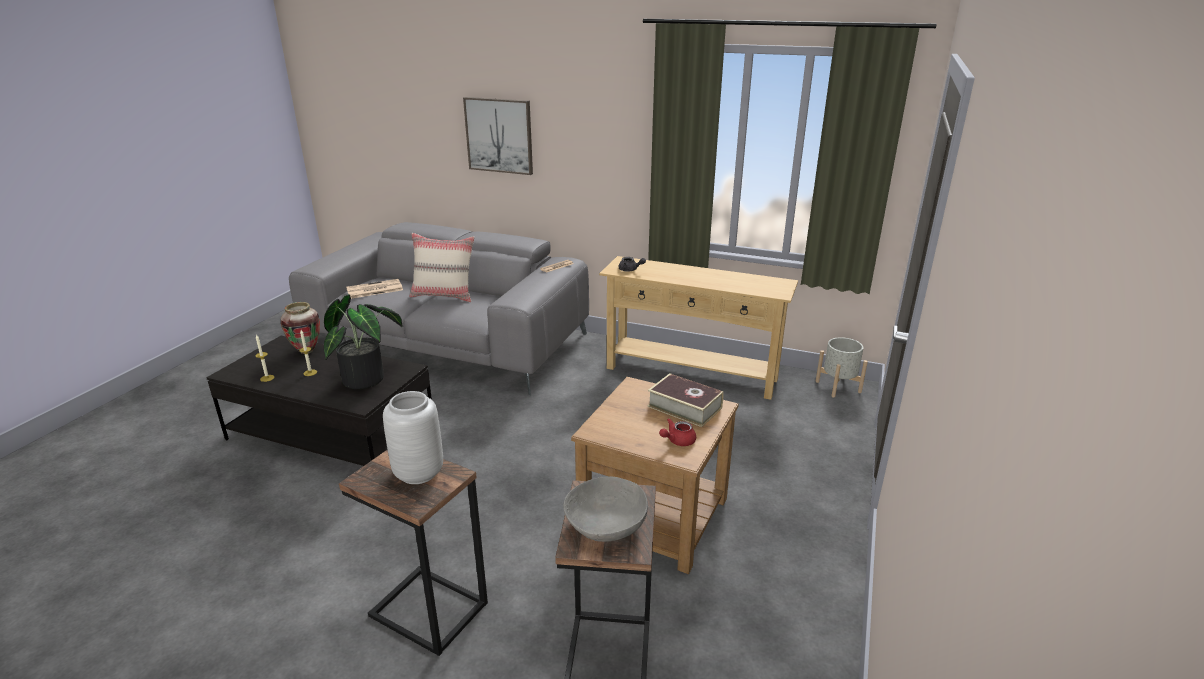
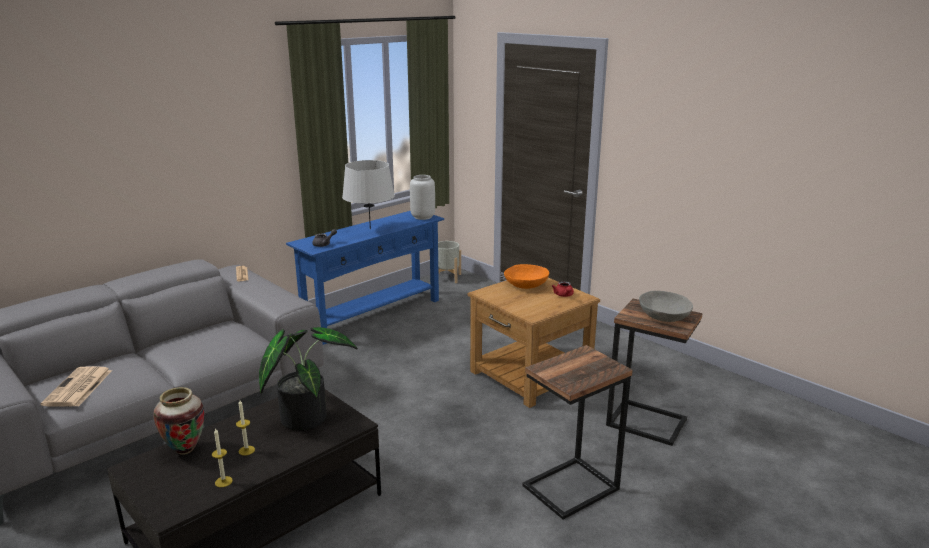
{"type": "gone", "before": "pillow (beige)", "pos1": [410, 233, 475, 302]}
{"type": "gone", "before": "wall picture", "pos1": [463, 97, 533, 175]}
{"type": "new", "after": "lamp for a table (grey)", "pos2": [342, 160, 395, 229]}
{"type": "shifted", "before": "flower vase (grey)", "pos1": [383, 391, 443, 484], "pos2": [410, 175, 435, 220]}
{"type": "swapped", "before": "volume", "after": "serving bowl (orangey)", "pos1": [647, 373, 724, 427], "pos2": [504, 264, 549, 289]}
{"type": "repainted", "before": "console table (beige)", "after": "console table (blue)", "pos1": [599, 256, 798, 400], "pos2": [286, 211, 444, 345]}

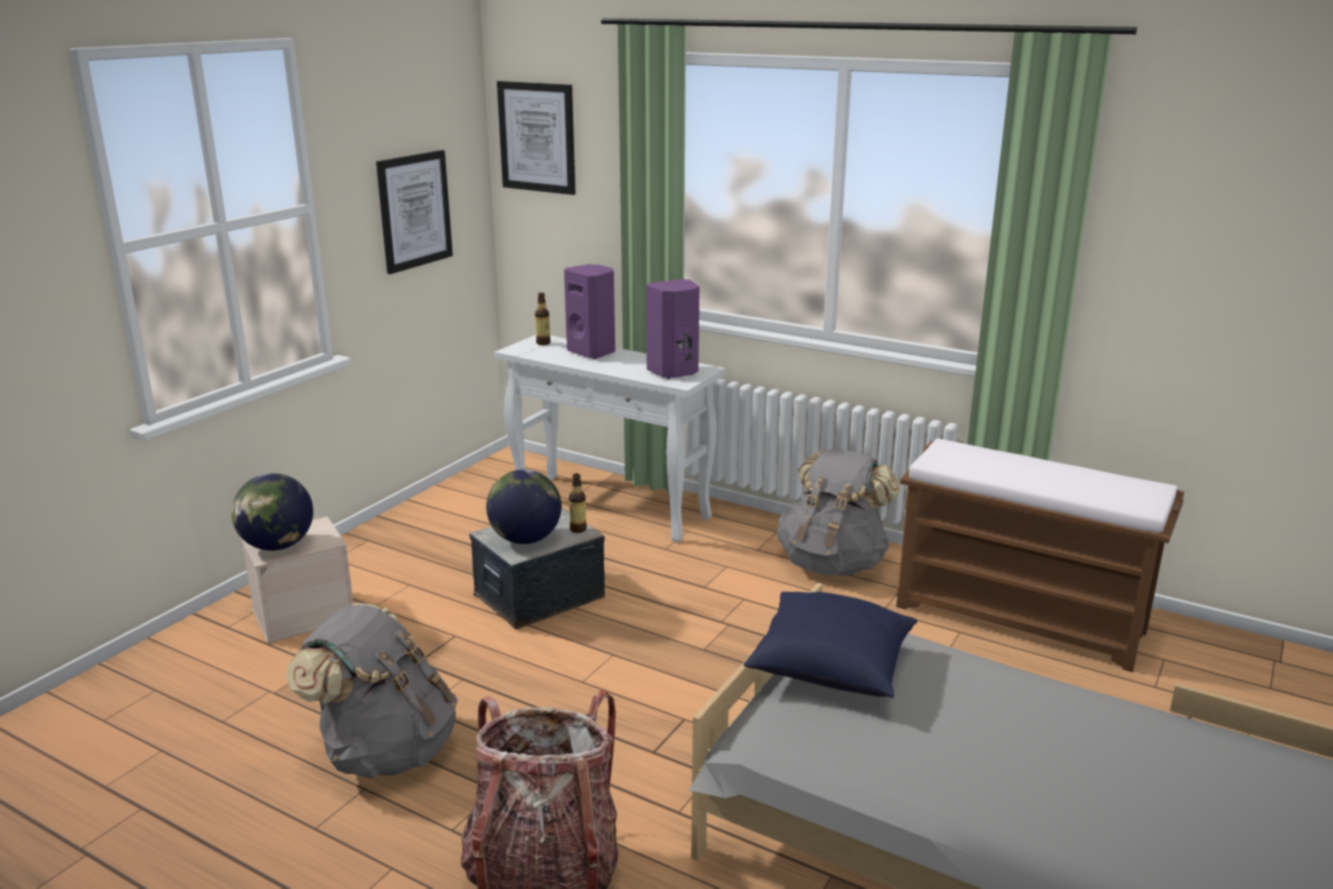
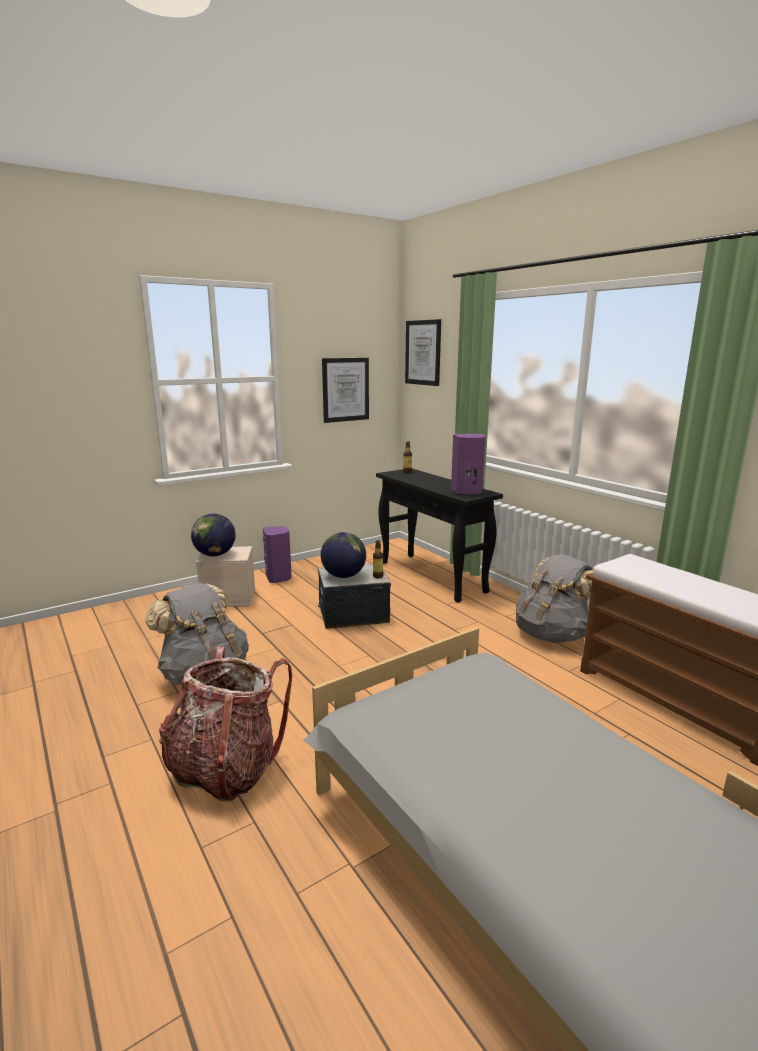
{"type": "gone", "before": "pillow (blue)", "pos1": [744, 592, 917, 698]}
{"type": "shifted", "before": "audio speaker (purple-coloured)", "pos1": [564, 264, 615, 359], "pos2": [263, 526, 292, 583]}
{"type": "repainted", "before": "console table (whitish)", "after": "console table (black)", "pos1": [494, 335, 726, 543], "pos2": [376, 469, 503, 603]}

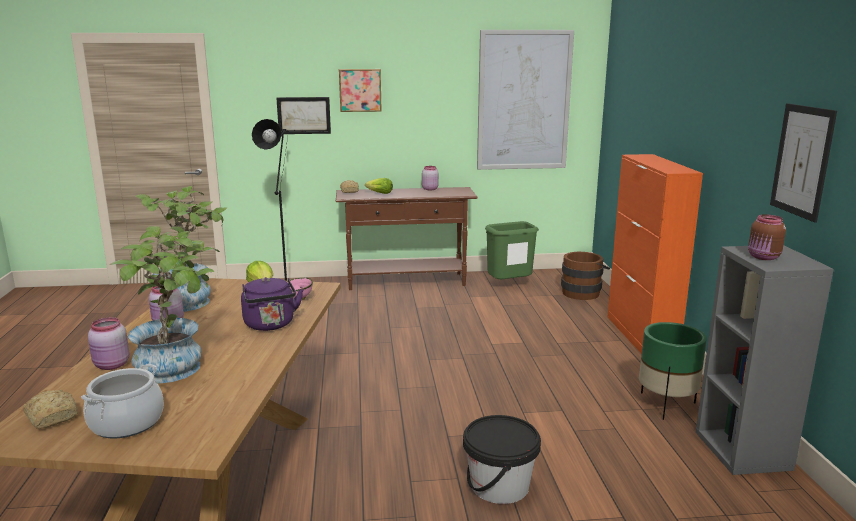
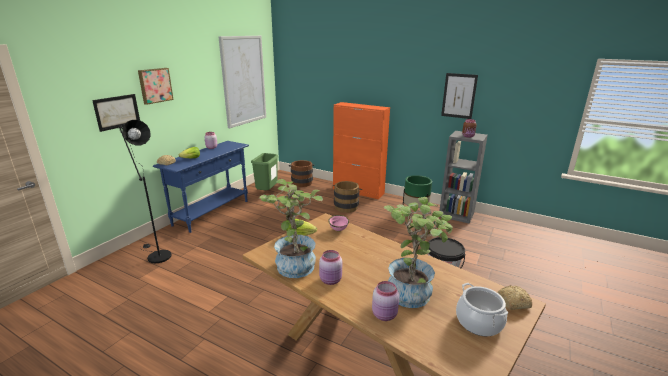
{"type": "gone", "before": "kettle (purple-coloured)", "pos1": [241, 277, 303, 331]}
{"type": "new", "after": "water bucket (brownish)", "pos2": [333, 181, 362, 213]}
{"type": "shifted", "before": "baked bread", "pos1": [23, 389, 78, 429], "pos2": [497, 285, 532, 310]}
{"type": "repainted", "before": "console table (brownish)", "after": "console table (blue)", "pos1": [336, 187, 478, 290], "pos2": [153, 141, 249, 233]}

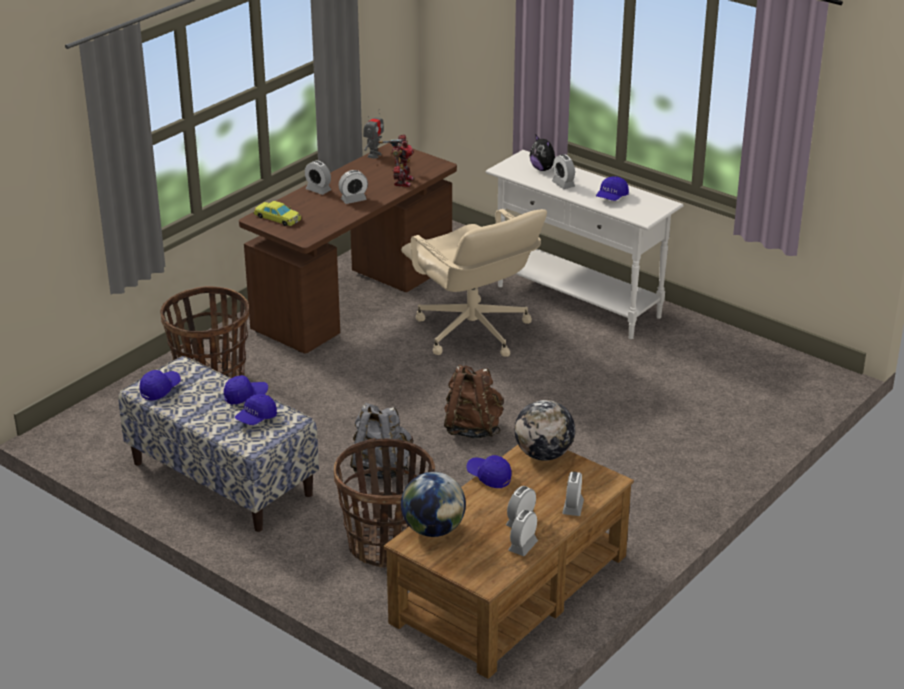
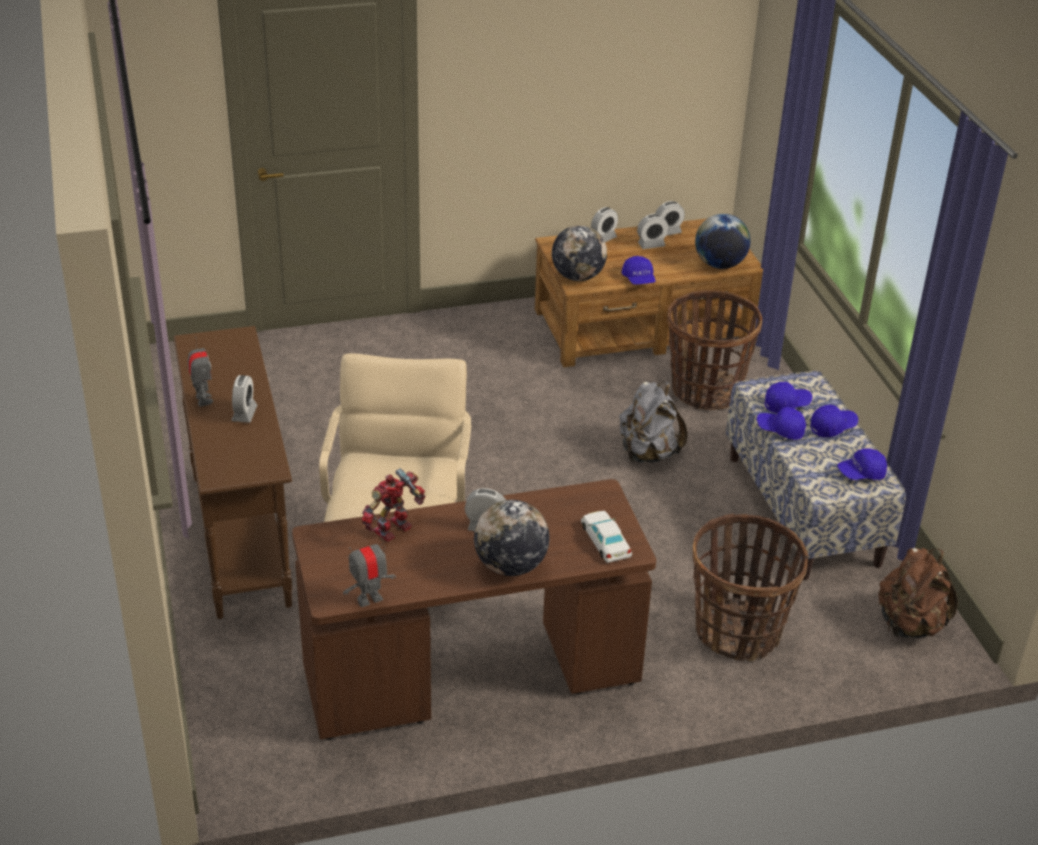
{"type": "gone", "before": "cuddly toy", "pos1": [530, 134, 555, 171]}
{"type": "new", "after": "model robot", "pos2": [188, 337, 213, 407]}
{"type": "shifted", "before": "rucksack (brownish)", "pos1": [444, 365, 504, 439], "pos2": [878, 547, 958, 638]}
{"type": "shifted", "before": "peaked cap (blue)", "pos1": [596, 176, 629, 201], "pos2": [811, 404, 858, 437]}
{"type": "swapped", "before": "bedside clock", "after": "desk globe", "pos1": [305, 160, 331, 195], "pos2": [474, 500, 549, 576]}
{"type": "repainted", "before": "miniature car (yellowish)", "after": "miniature car (whitish)", "pos1": [254, 201, 301, 226], "pos2": [581, 511, 632, 563]}
{"type": "repainted", "before": "console table (whitish)", "after": "console table (brownish)", "pos1": [485, 150, 684, 339], "pos2": [173, 326, 292, 619]}

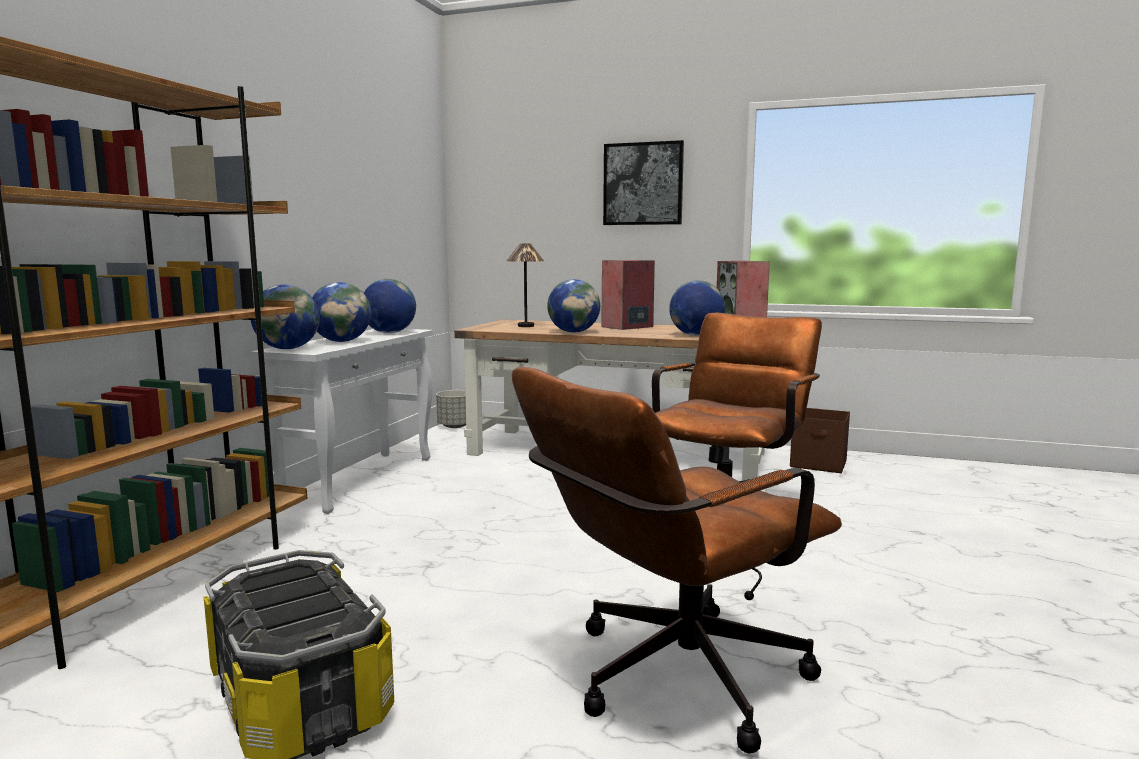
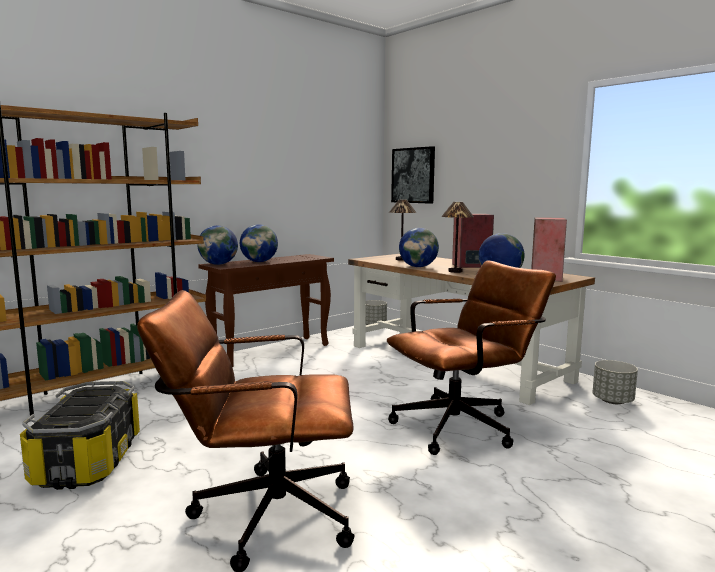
{"type": "gone", "before": "desk globe", "pos1": [364, 279, 416, 333]}
{"type": "new", "after": "lamp for a table", "pos2": [441, 202, 474, 273]}
{"type": "shifted", "before": "wall picture", "pos1": [603, 140, 684, 225], "pos2": [391, 146, 435, 204]}
{"type": "swapped", "before": "storage container (brownish)", "after": "flower pot (grey)", "pos1": [790, 408, 850, 473], "pos2": [592, 360, 638, 404]}
{"type": "repainted", "before": "console table (whitish)", "after": "console table (brownish)", "pos1": [251, 329, 433, 514], "pos2": [198, 254, 334, 367]}

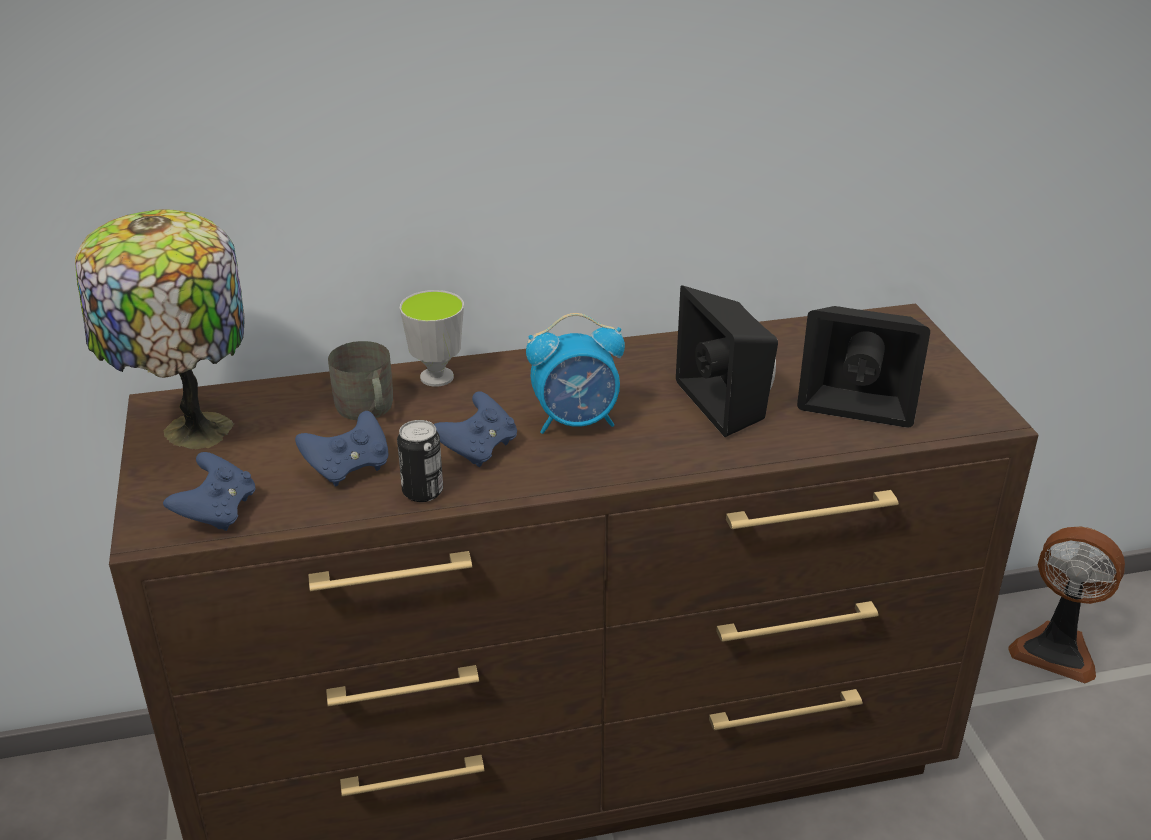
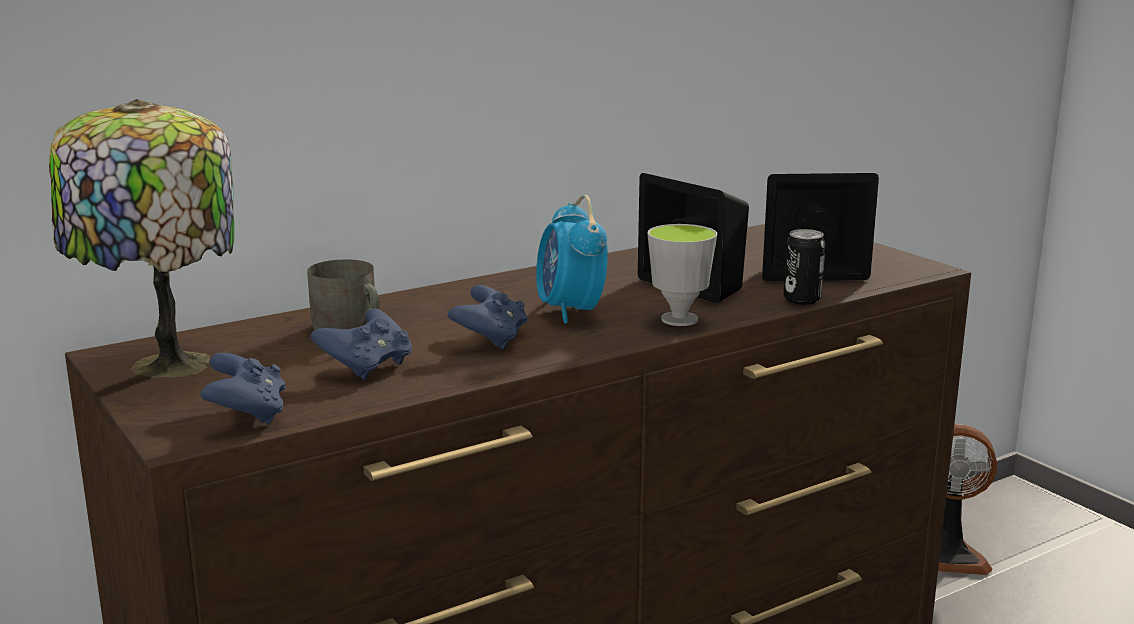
{"type": "shifted", "before": "metal can", "pos1": [397, 420, 443, 502], "pos2": [783, 229, 826, 305]}
{"type": "shifted", "before": "small cup", "pos1": [400, 290, 464, 387], "pos2": [648, 224, 717, 326]}
{"type": "rotated", "before": "bedside clock", "pos1": [526, 313, 625, 434], "pos2": [536, 195, 608, 324], "turn": 105}

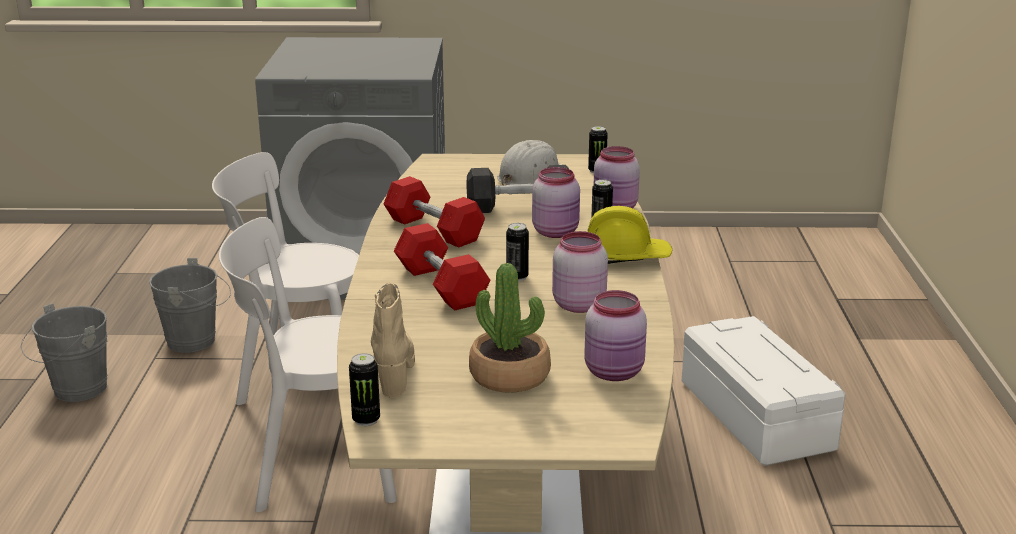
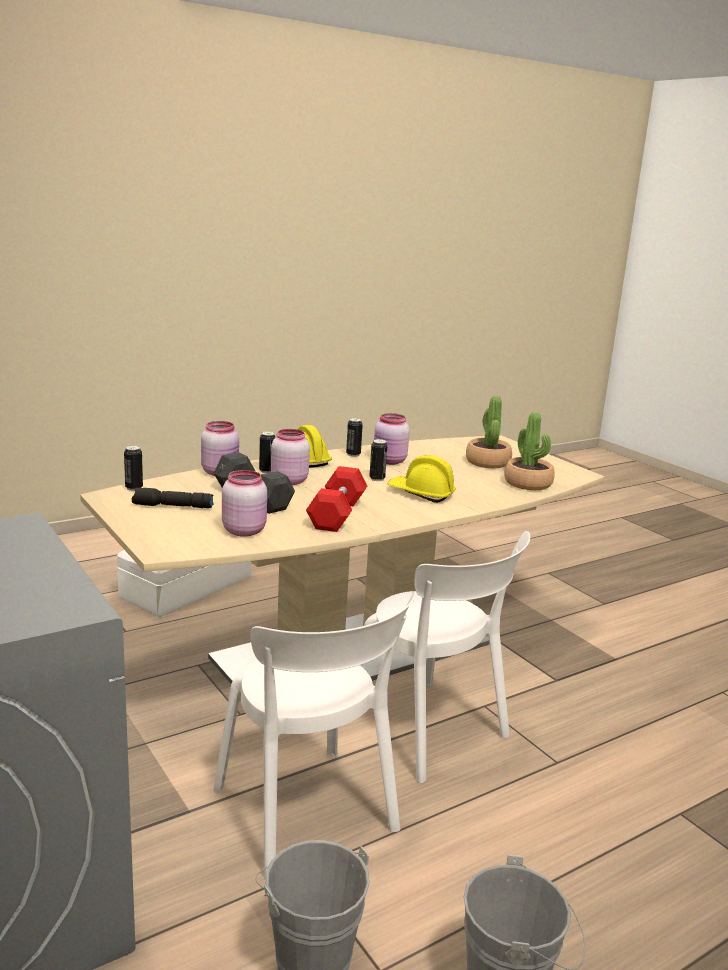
{"type": "shifted", "before": "metal can", "pos1": [349, 353, 380, 426], "pos2": [346, 418, 363, 457]}
{"type": "shifted", "before": "preserve jar (pink)", "pos1": [584, 290, 647, 381], "pos2": [222, 470, 267, 537]}
{"type": "swapped", "before": "tall boot (beige)", "after": "potted plant", "pos1": [371, 283, 415, 398], "pos2": [504, 412, 555, 490]}
{"type": "swapped", "before": "hand weight (reddish)", "after": "safety helmet (yellowish)", "pos1": [394, 223, 491, 311], "pos2": [388, 455, 456, 503]}
{"type": "swapped", "before": "safety helmet (whitish)", "after": "hand torch (black)", "pos1": [497, 140, 569, 186], "pos2": [132, 488, 213, 508]}

